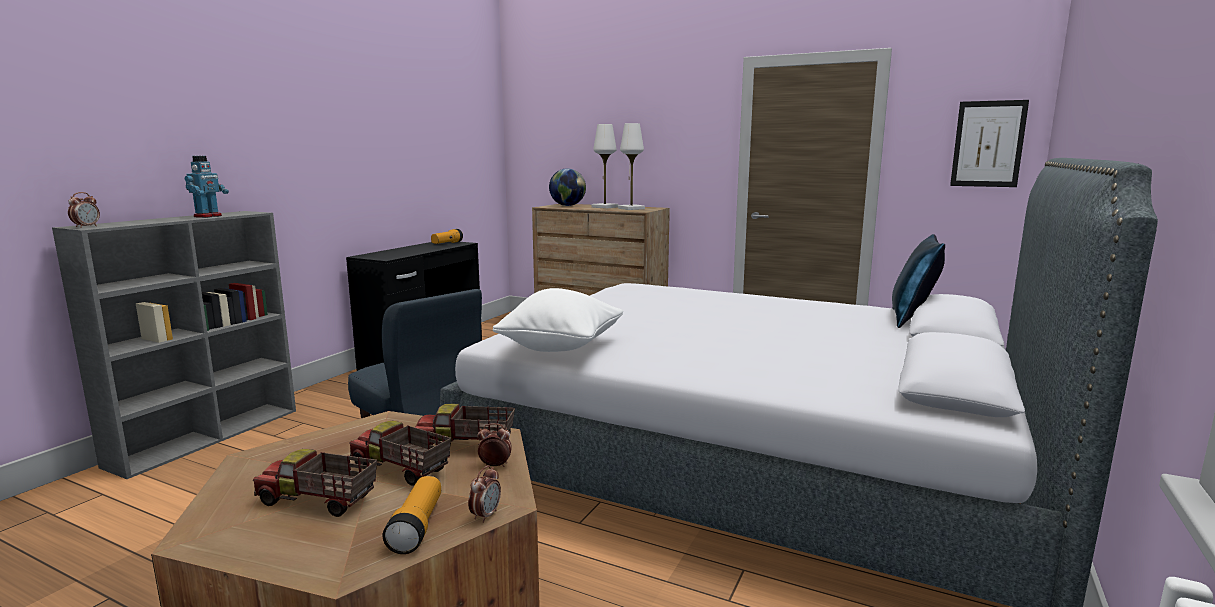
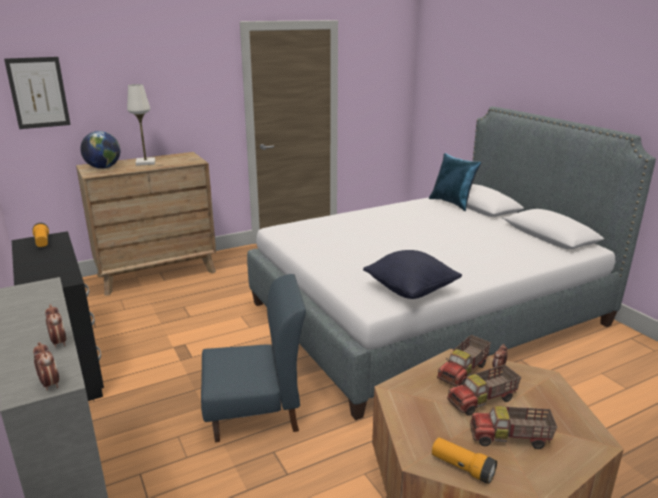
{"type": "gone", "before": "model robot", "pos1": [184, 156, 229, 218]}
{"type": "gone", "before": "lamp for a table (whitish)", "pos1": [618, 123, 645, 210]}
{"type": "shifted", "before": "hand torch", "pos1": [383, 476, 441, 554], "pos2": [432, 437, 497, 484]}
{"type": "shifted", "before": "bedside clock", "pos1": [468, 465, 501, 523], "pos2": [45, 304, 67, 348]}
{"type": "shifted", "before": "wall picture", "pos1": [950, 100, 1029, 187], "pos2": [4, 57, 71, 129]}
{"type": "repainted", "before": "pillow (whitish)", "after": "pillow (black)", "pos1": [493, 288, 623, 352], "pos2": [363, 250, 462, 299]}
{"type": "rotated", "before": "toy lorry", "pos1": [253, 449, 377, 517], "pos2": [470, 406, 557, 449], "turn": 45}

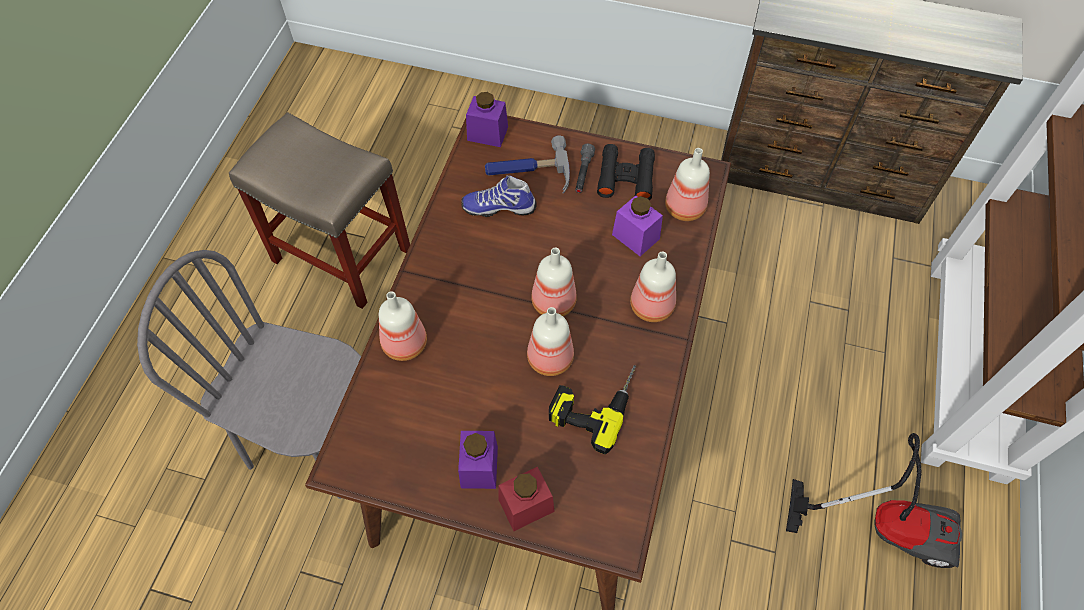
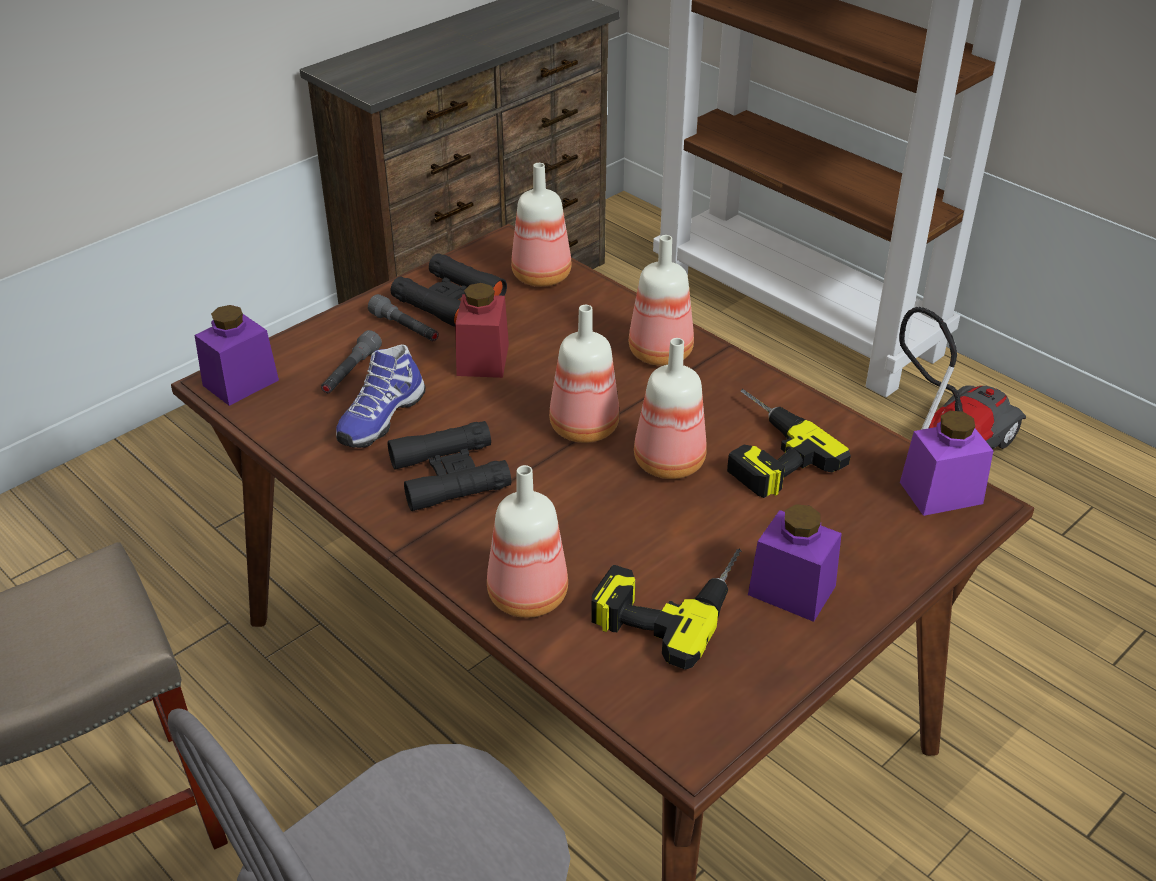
{"type": "new", "after": "pair of binoculars (black)", "pos2": [388, 421, 511, 511]}
{"type": "new", "after": "power drill", "pos2": [591, 548, 742, 669]}
{"type": "shifted", "before": "preserve jar (reddish)", "pos1": [498, 467, 555, 531], "pos2": [455, 283, 509, 378]}
{"type": "shifted", "before": "preserve jar (purple-coloured)", "pos1": [612, 195, 663, 256], "pos2": [900, 411, 993, 516]}
{"type": "swapped", "before": "hand hammer", "after": "hand torch (grey)", "pos1": [485, 135, 570, 194], "pos2": [321, 330, 382, 393]}

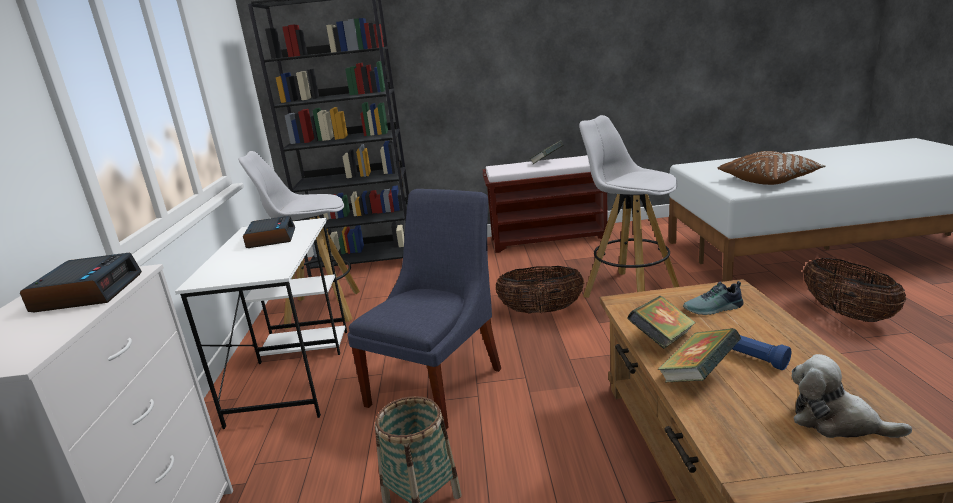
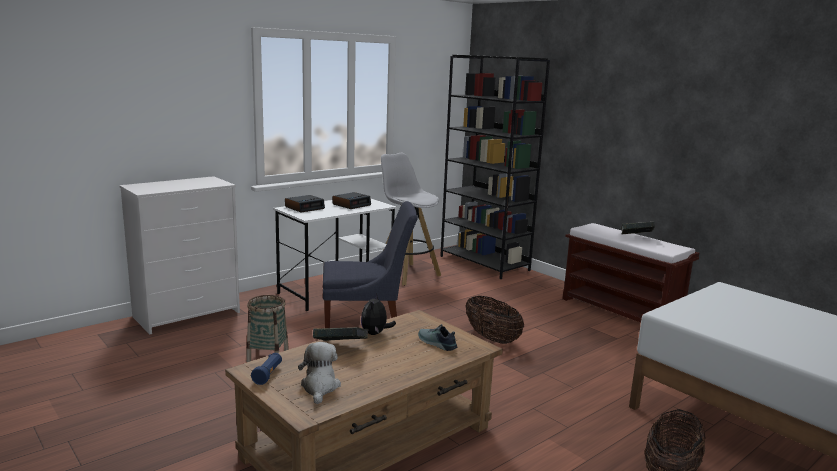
{"type": "gone", "before": "stool (whitish)", "pos1": [579, 115, 679, 298]}
{"type": "gone", "before": "pillow (brownish)", "pos1": [718, 151, 826, 185]}
{"type": "shifted", "before": "bedside clock", "pos1": [20, 253, 142, 312], "pos2": [285, 195, 325, 213]}
{"type": "shifted", "before": "hand torch (blue)", "pos1": [732, 335, 791, 370], "pos2": [251, 353, 282, 385]}
{"type": "swapped", "before": "volume", "after": "cuddly toy", "pos1": [627, 296, 696, 349], "pos2": [361, 293, 396, 335]}

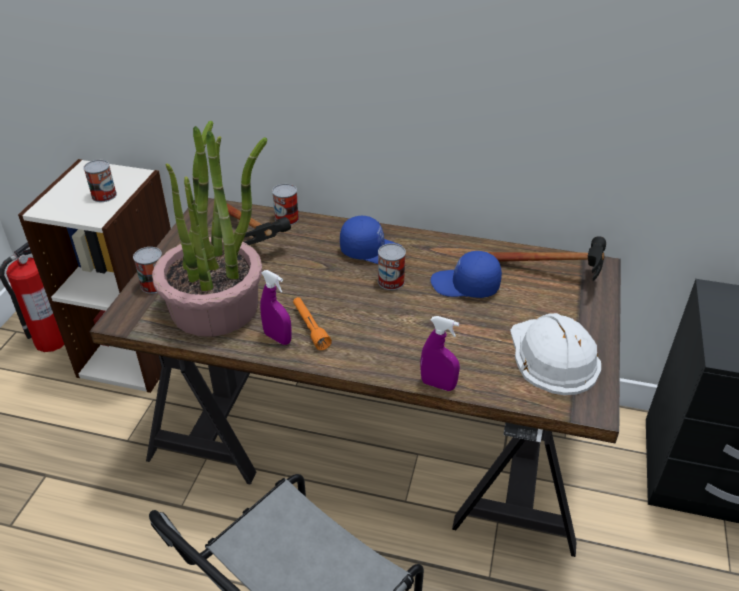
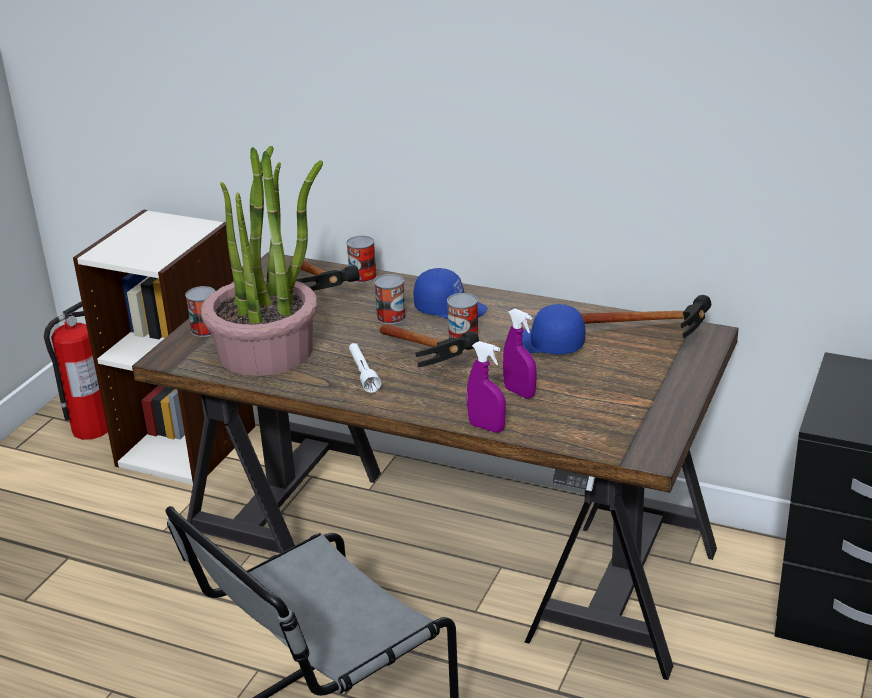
{"type": "gone", "before": "safety helmet (whitish)", "pos1": [510, 313, 601, 395]}
{"type": "new", "after": "hand hammer", "pos2": [380, 324, 479, 367]}
{"type": "shifted", "before": "metal can", "pos1": [83, 160, 117, 202], "pos2": [374, 274, 406, 324]}
{"type": "shifted", "before": "hand sprayer (purple-coloured)", "pos1": [260, 270, 292, 345], "pos2": [503, 308, 536, 398]}
{"type": "repainted", "before": "hand torch (orangey)", "after": "hand torch (whitish)", "pos1": [293, 297, 332, 350], "pos2": [349, 343, 381, 393]}

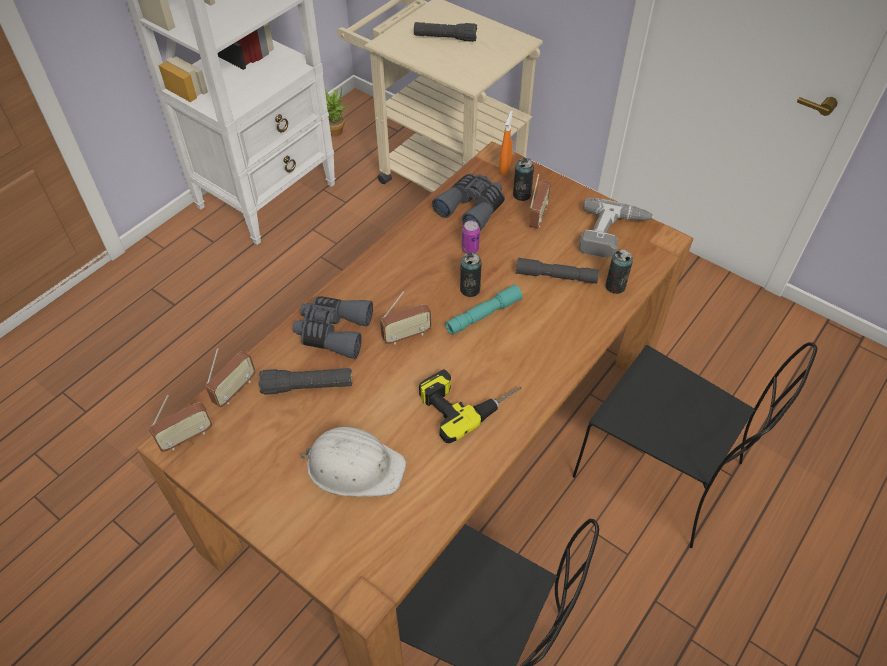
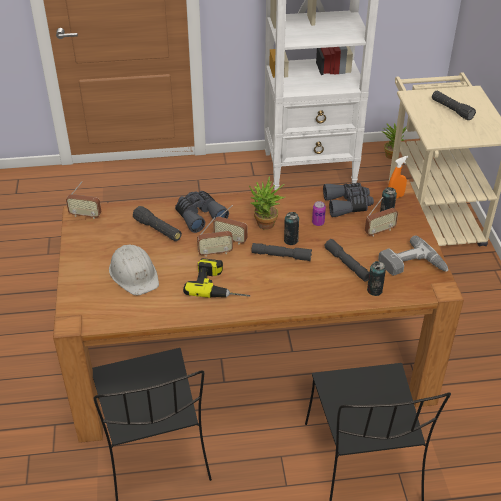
{"type": "new", "after": "potted plant", "pos2": [249, 176, 285, 230]}
{"type": "shifted", "before": "radio receiver", "pos1": [206, 348, 256, 407], "pos2": [197, 218, 233, 257]}
{"type": "repainted", "before": "hand torch (turquoise-coloured)", "after": "hand torch (grey)", "pos1": [445, 284, 523, 335], "pos2": [251, 243, 312, 261]}

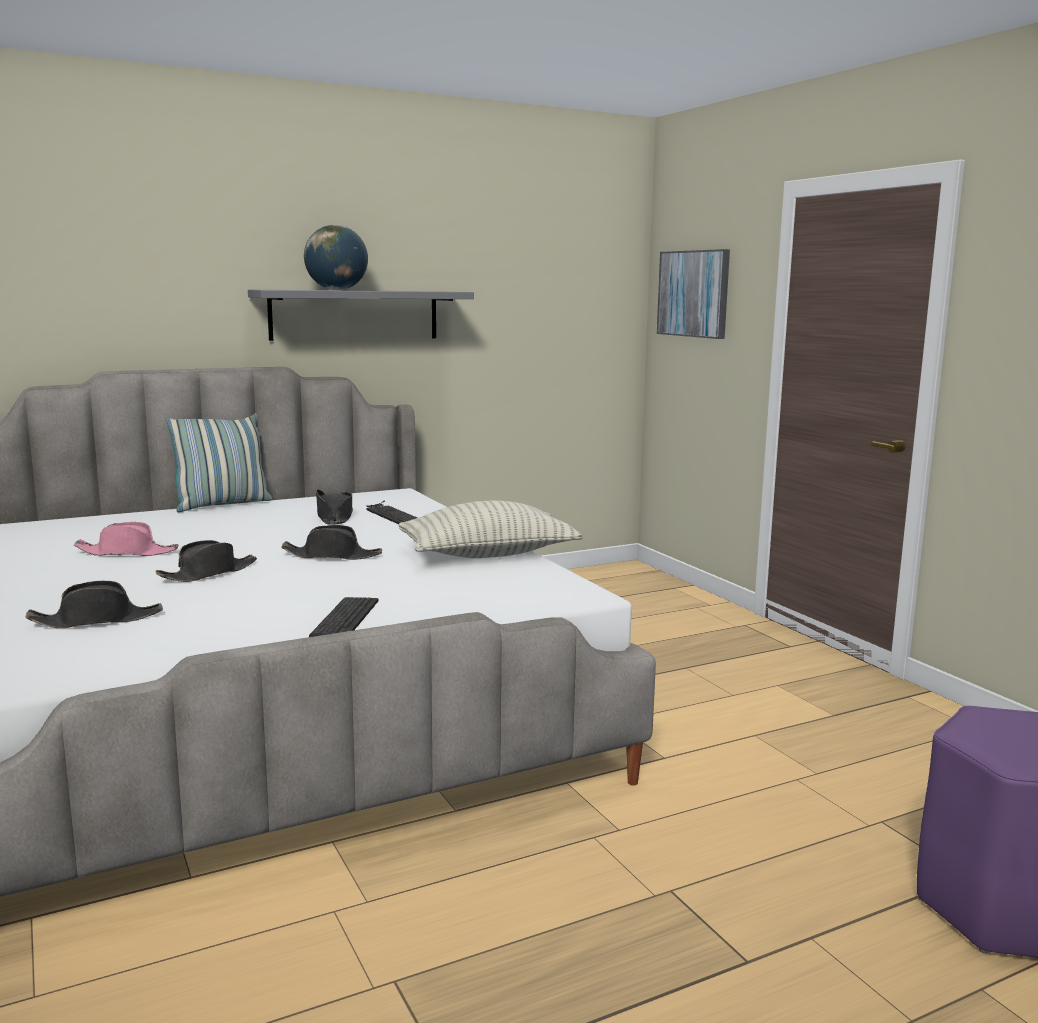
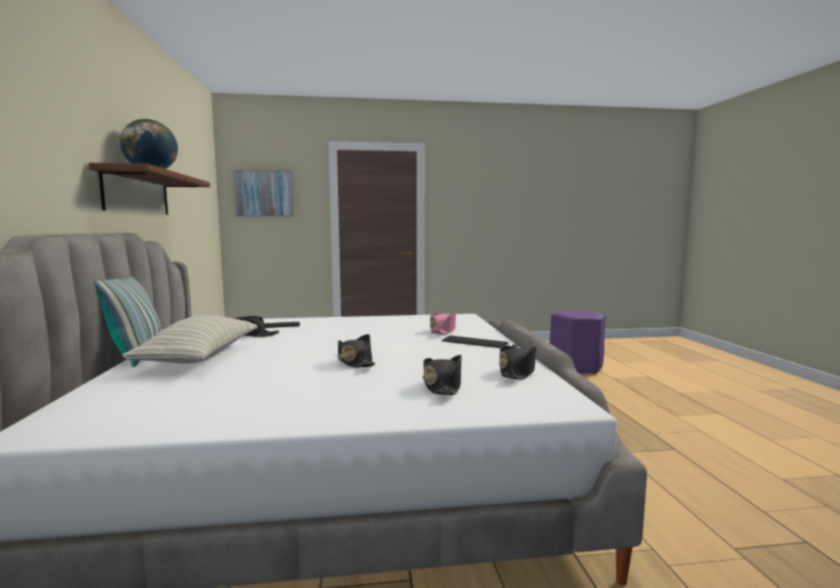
{"type": "shifted", "before": "hat (pink)", "pos1": [74, 522, 179, 556], "pos2": [430, 312, 456, 335]}
{"type": "shifted", "before": "hat (black)", "pos1": [281, 525, 382, 560], "pos2": [499, 346, 536, 380]}
{"type": "shifted", "before": "pillow", "pos1": [398, 500, 583, 558], "pos2": [122, 315, 257, 363]}
{"type": "repainted", "before": "wall shelf (grey)", "after": "wall shelf (brownish)", "pos1": [248, 290, 474, 341], "pos2": [89, 163, 210, 215]}

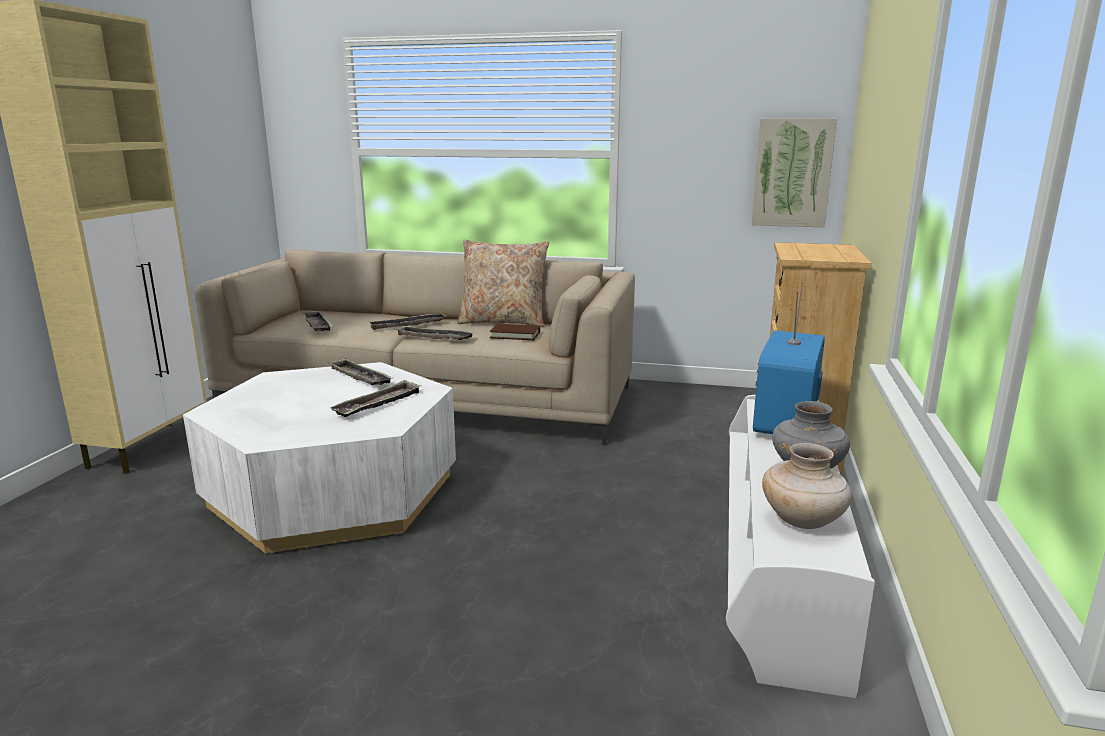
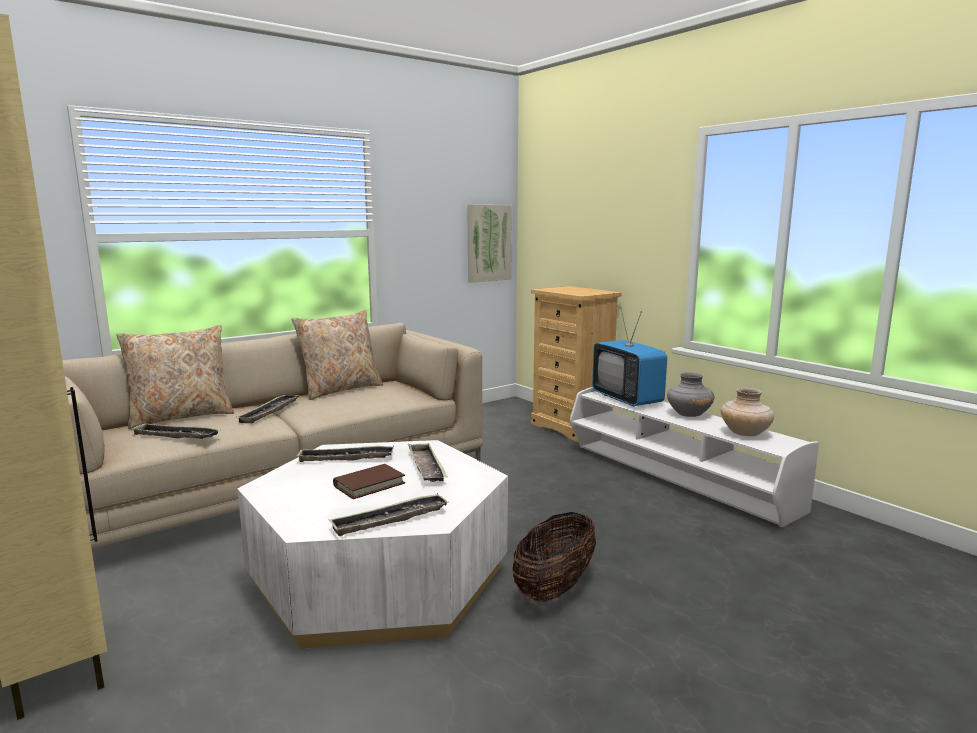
{"type": "new", "after": "pillow (beige)", "pos2": [116, 325, 234, 429]}
{"type": "new", "after": "basket", "pos2": [512, 512, 596, 602]}
{"type": "shifted", "before": "serving tray", "pos1": [395, 326, 473, 340], "pos2": [328, 493, 449, 536]}
{"type": "shifted", "before": "volume (brownish)", "pos1": [490, 324, 540, 340], "pos2": [333, 464, 405, 499]}

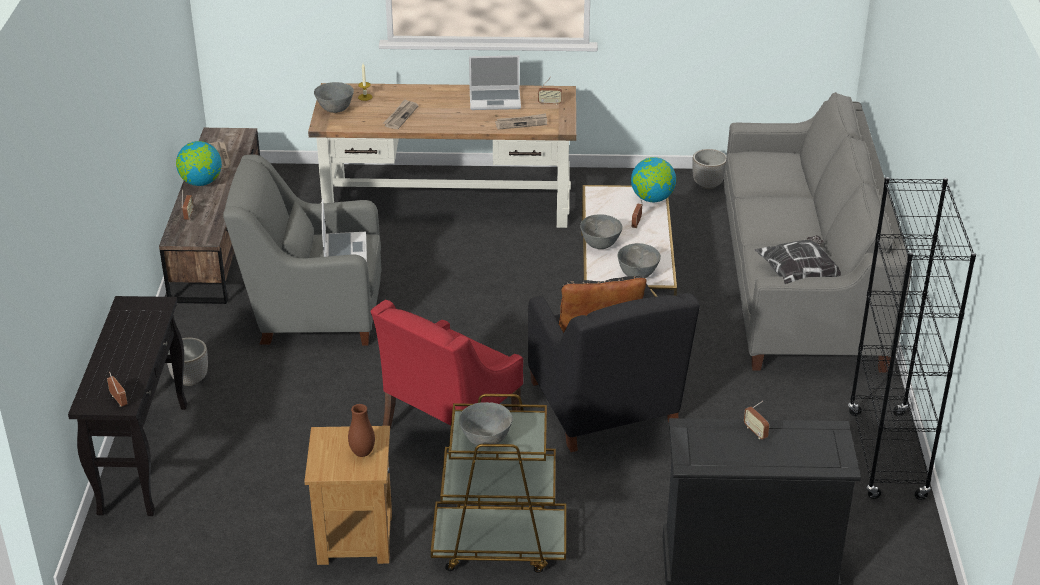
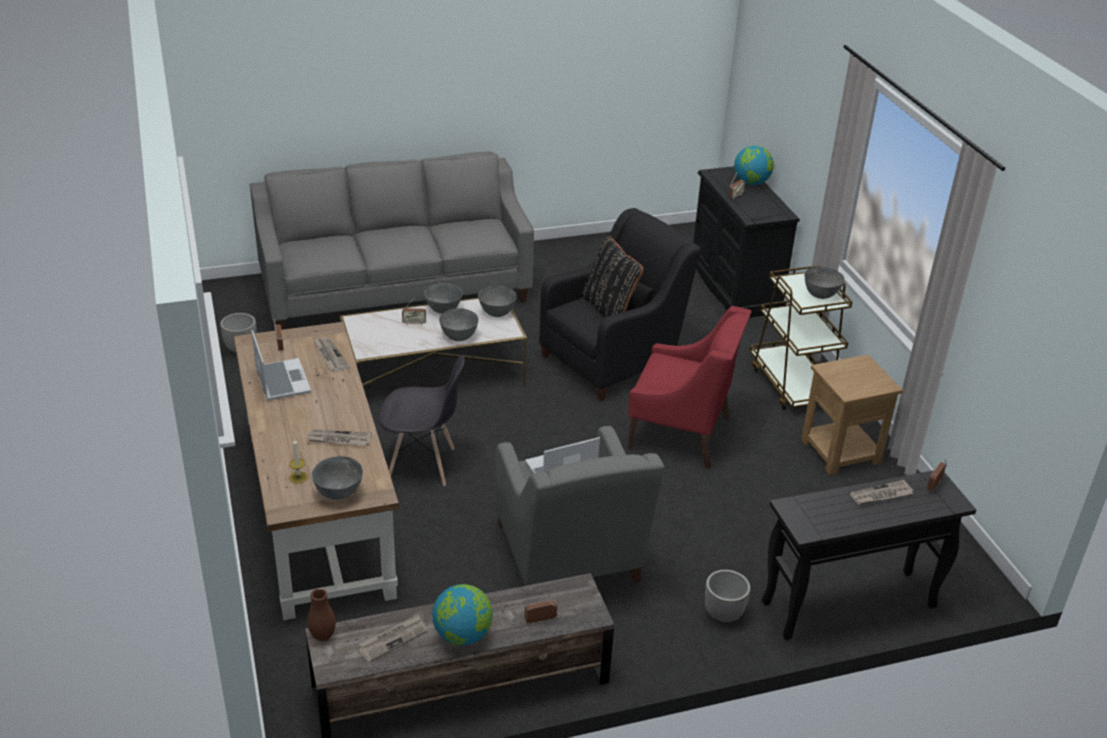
{"type": "gone", "before": "pillow", "pos1": [755, 235, 841, 284]}
{"type": "gone", "before": "bookshelf (black)", "pos1": [848, 177, 976, 500]}
{"type": "new", "after": "upright chair (grey)", "pos2": [379, 355, 464, 486]}
{"type": "new", "after": "serving bowl (grey)", "pos2": [424, 283, 463, 314]}
{"type": "new", "after": "printed paper", "pos2": [850, 480, 913, 505]}
{"type": "shifted", "before": "flower vase (brownish)", "pos1": [348, 404, 375, 457], "pos2": [307, 588, 336, 641]}
{"type": "shifted", "before": "desk globe", "pos1": [631, 157, 676, 202], "pos2": [734, 146, 774, 185]}

